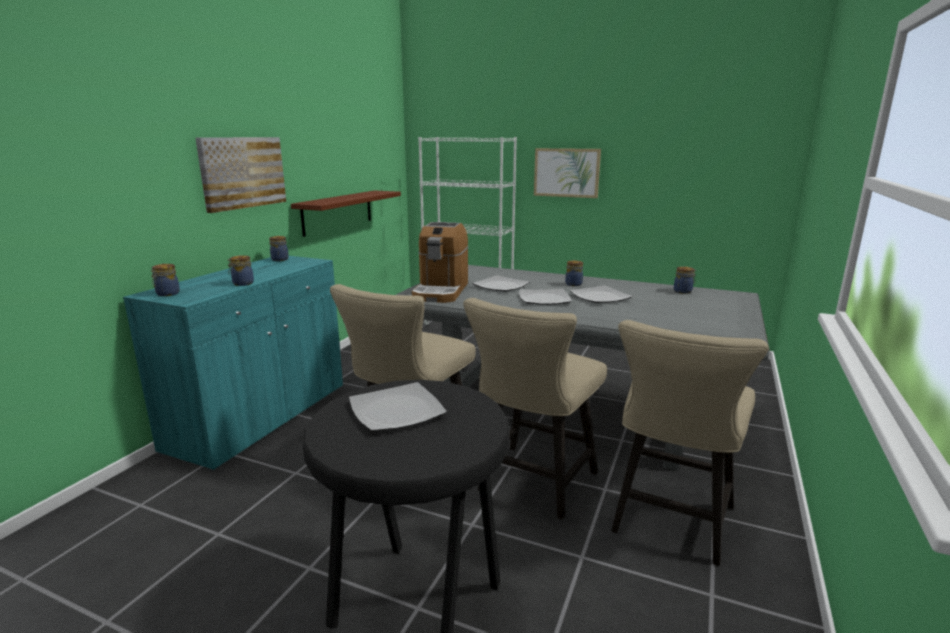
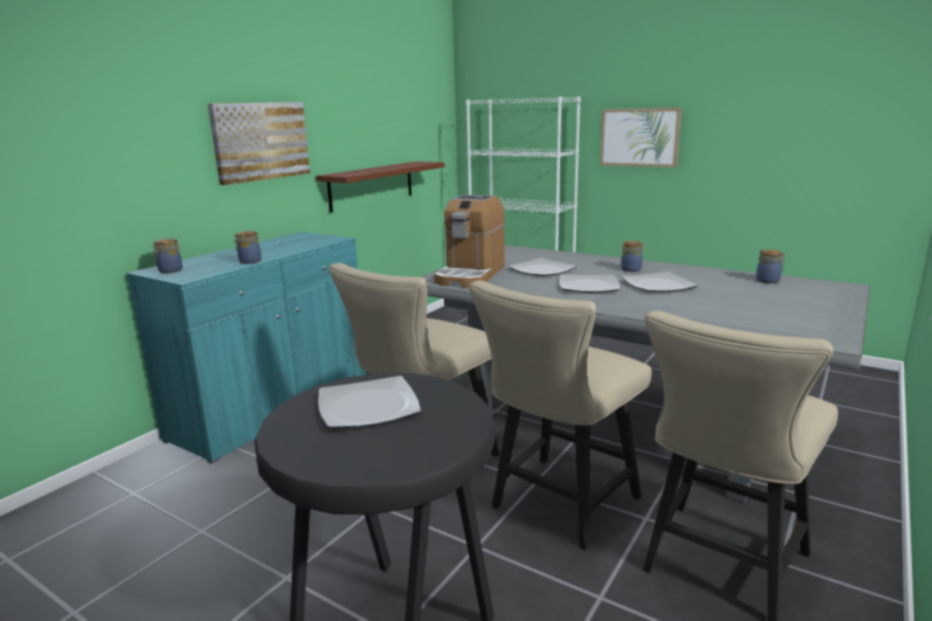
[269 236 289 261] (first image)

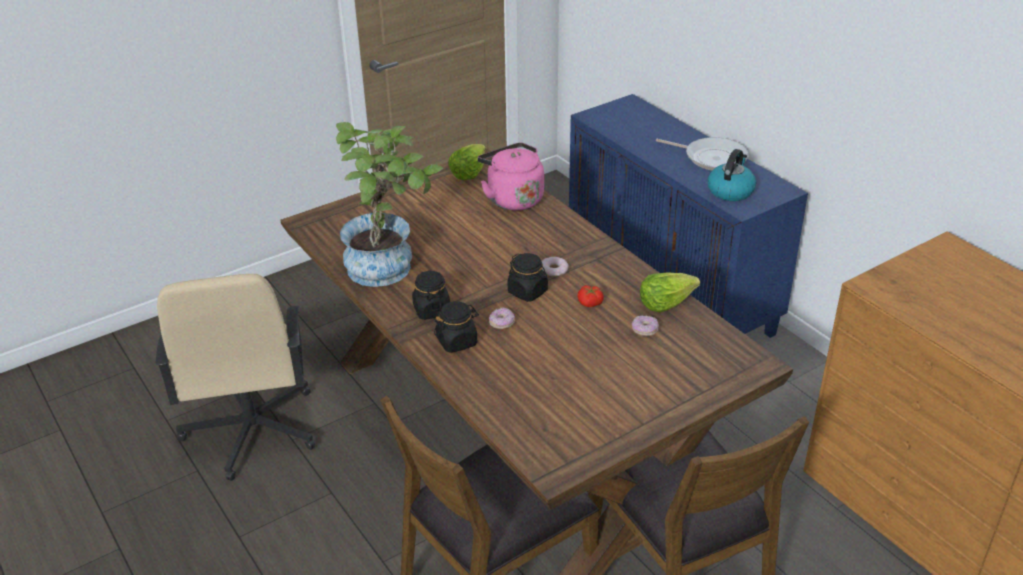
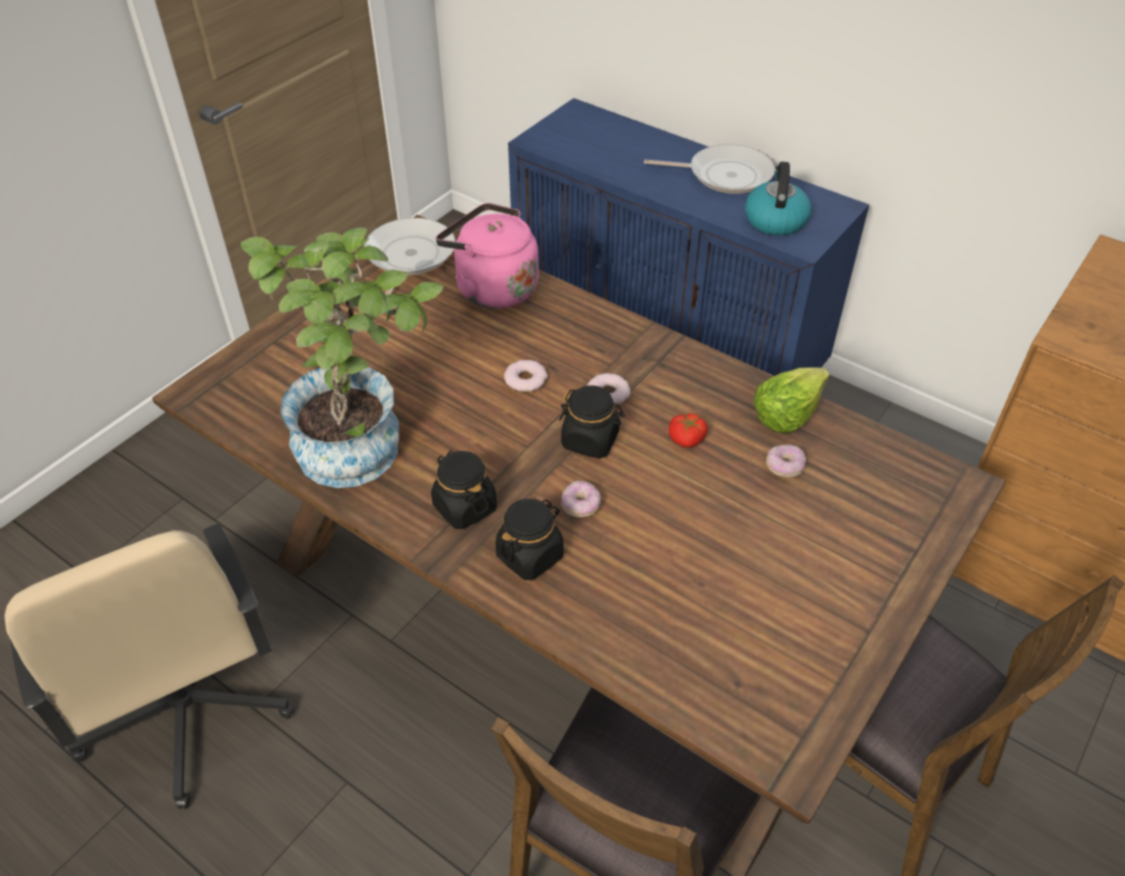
[364 218 456 295]
[504 360 548 392]

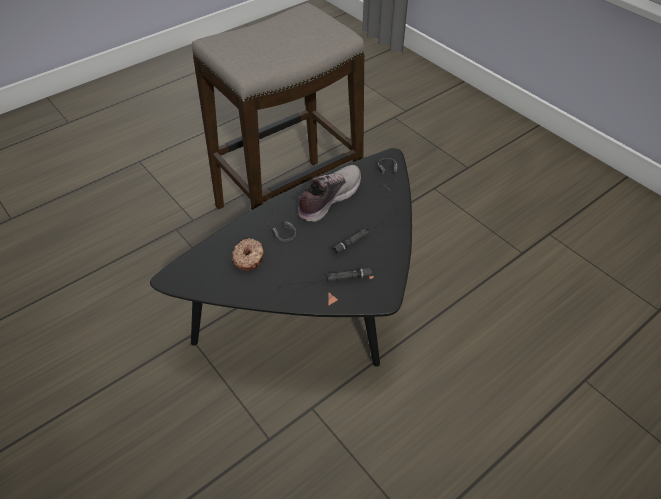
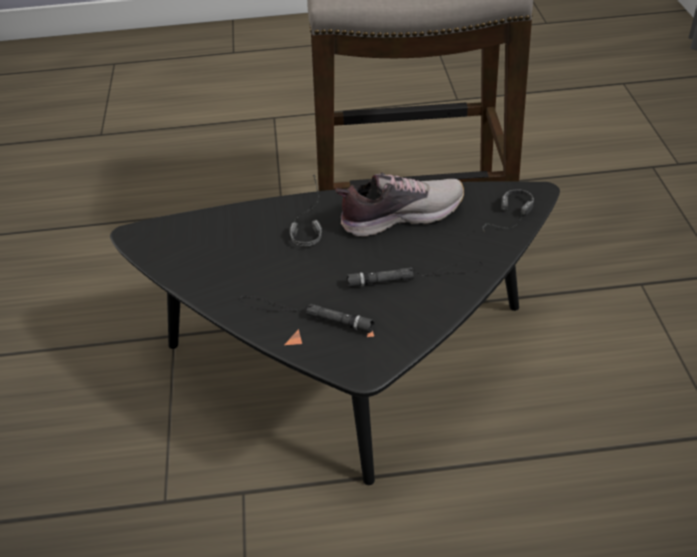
[232 238 264 271] (first image)

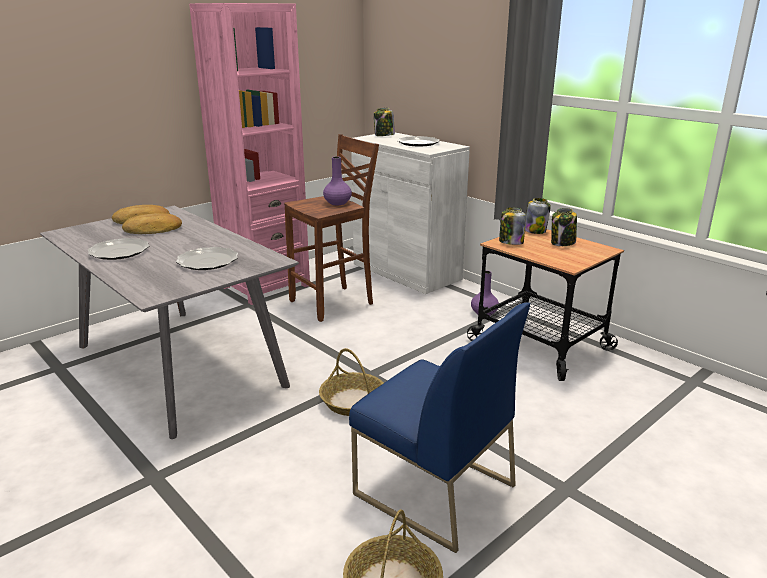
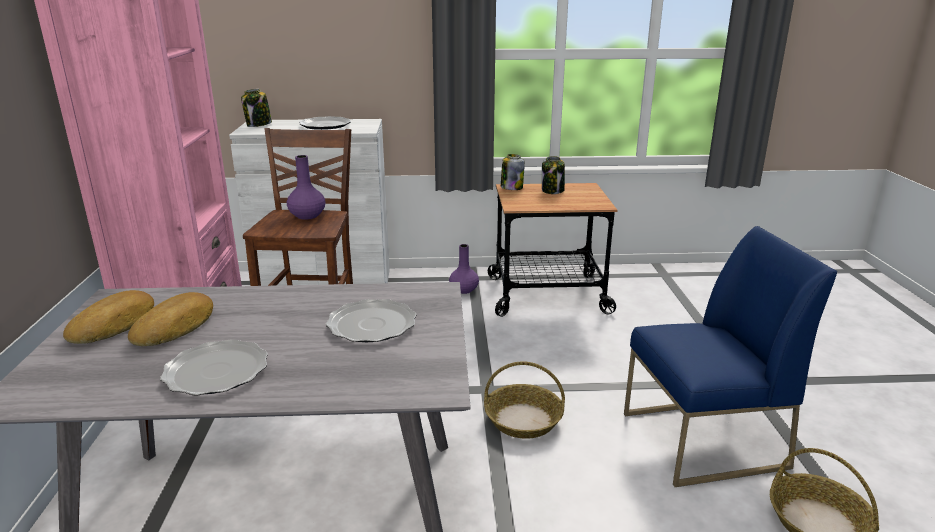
[499 207 526 245] (first image)

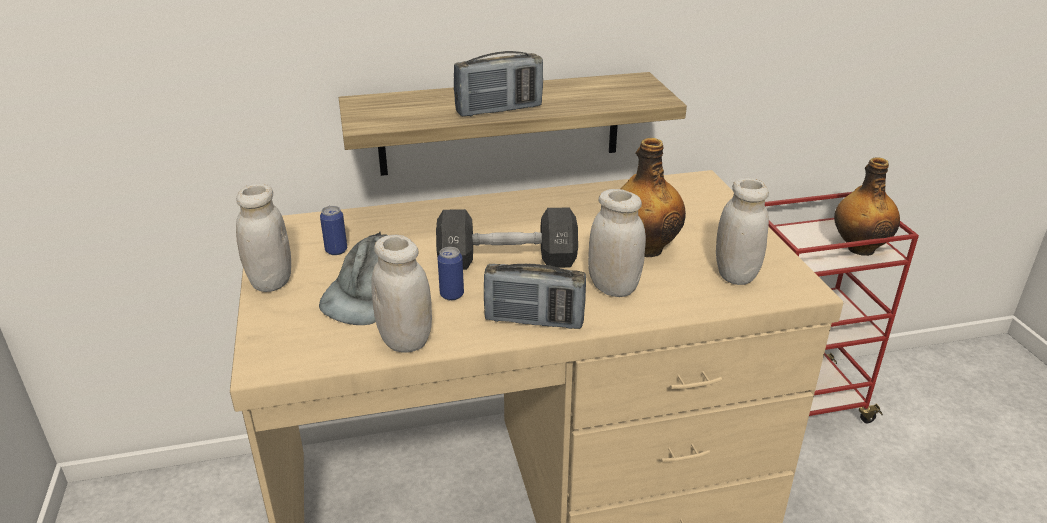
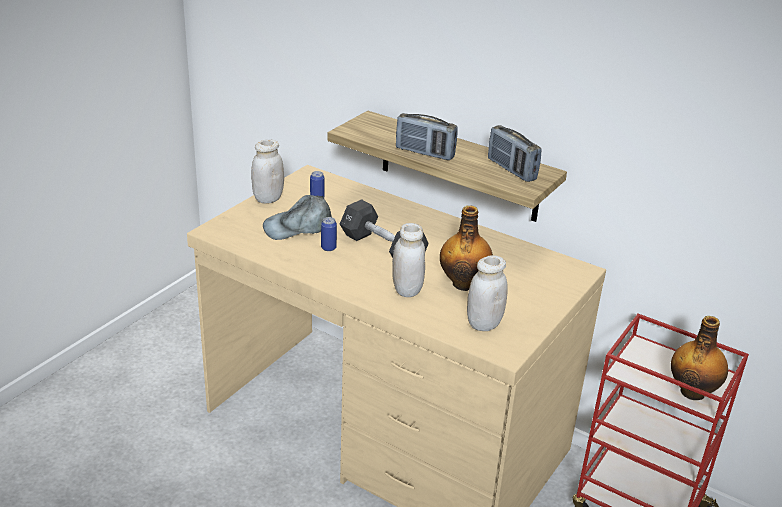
[371 235 432 353] (first image)
[488 125 542 182]

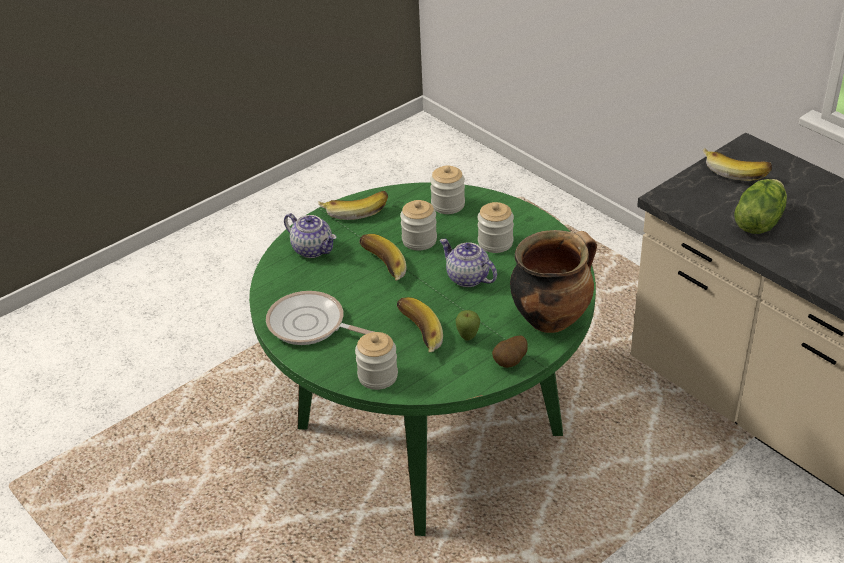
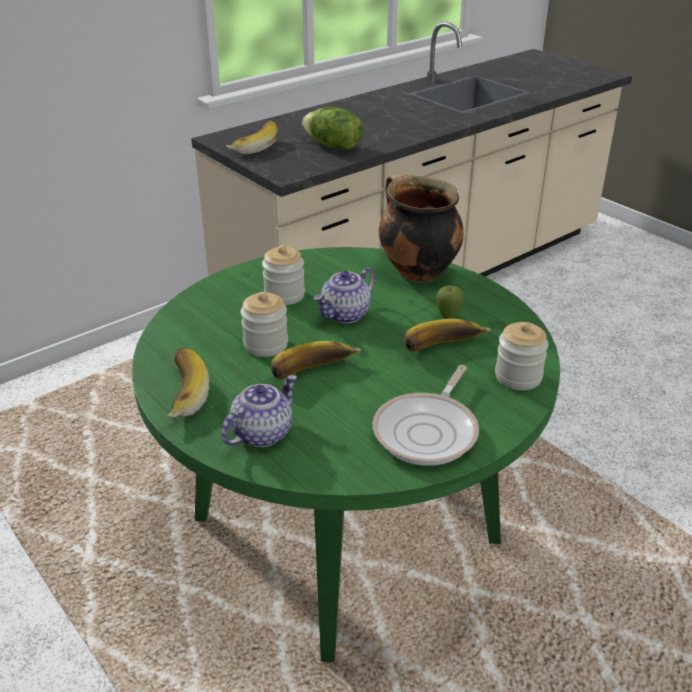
[430 166 465 214] (first image)
[492 335 528 368] (first image)

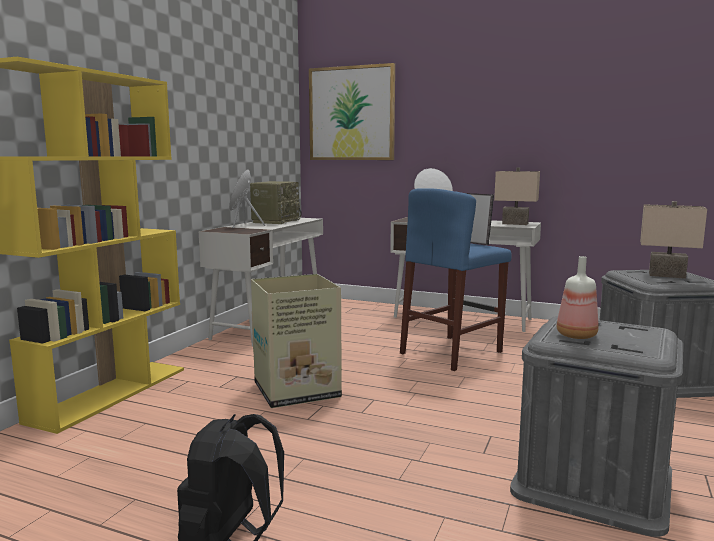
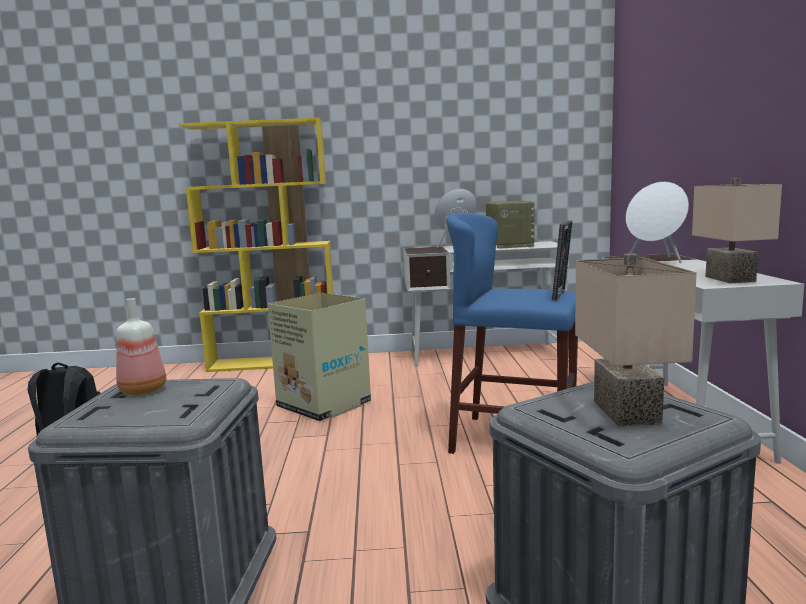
[486 201 535 249]
[309 63 395 160] (first image)

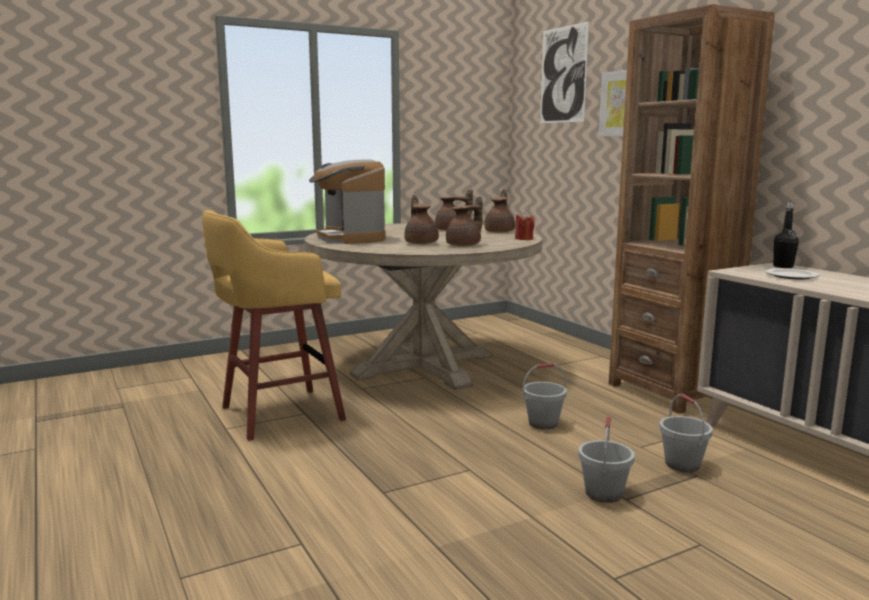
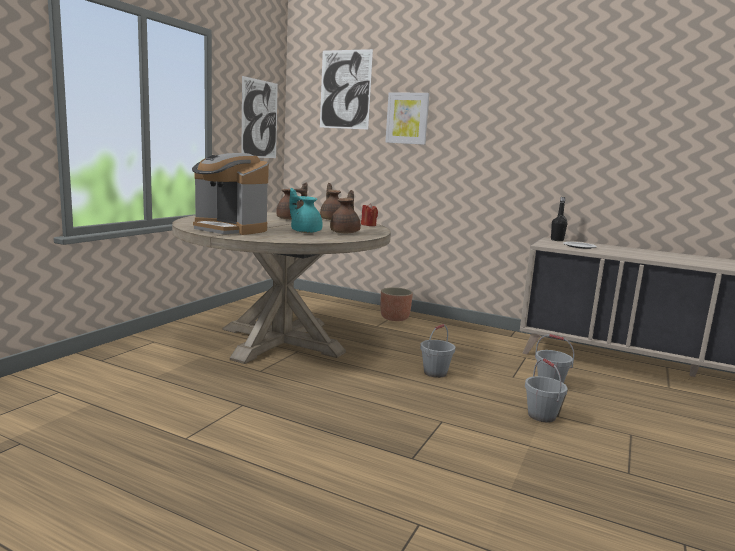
[202 210 346 441] (first image)
[289 188 323 233]
[609 4 775 414] (first image)
[241 76 278 158]
[380 287 413 321]

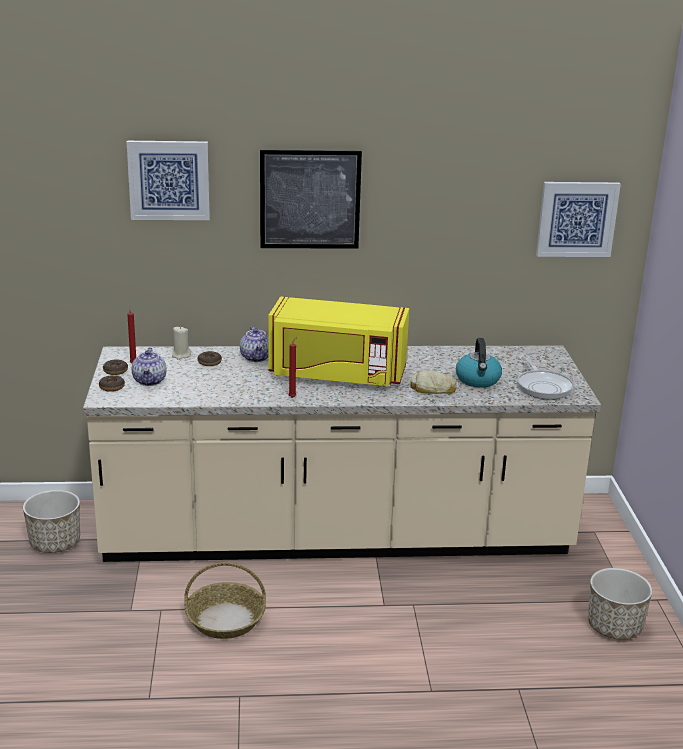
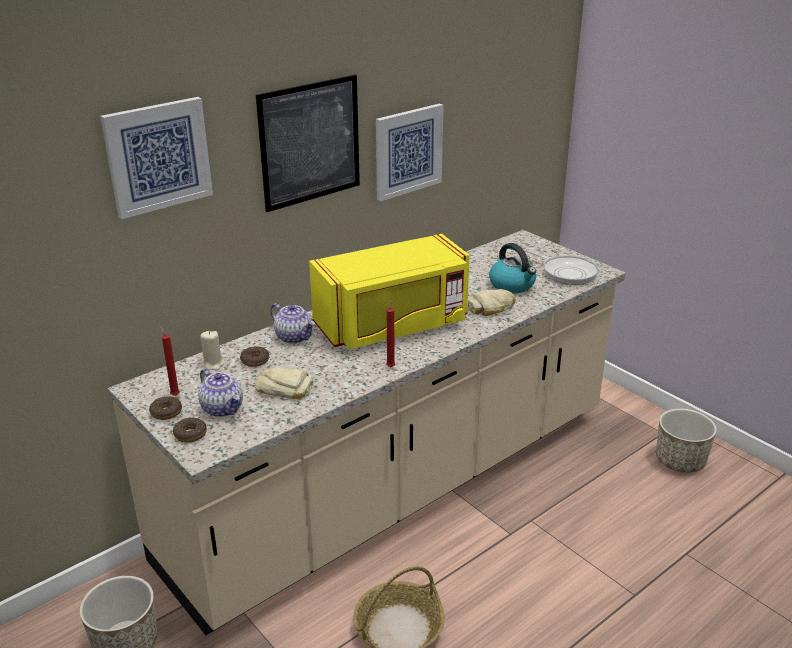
[376 104 444 201]
[255 367 313 399]

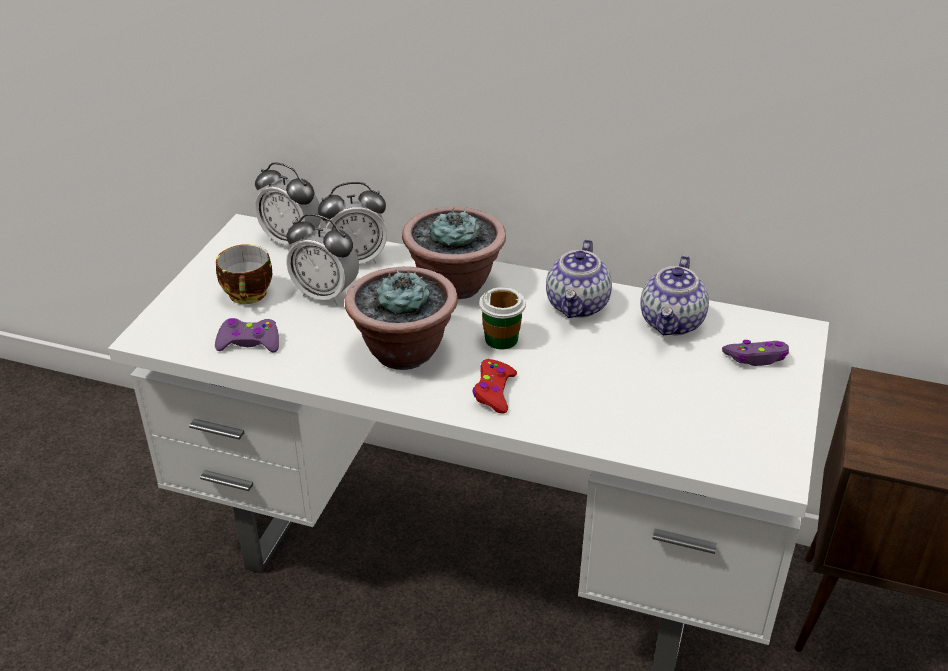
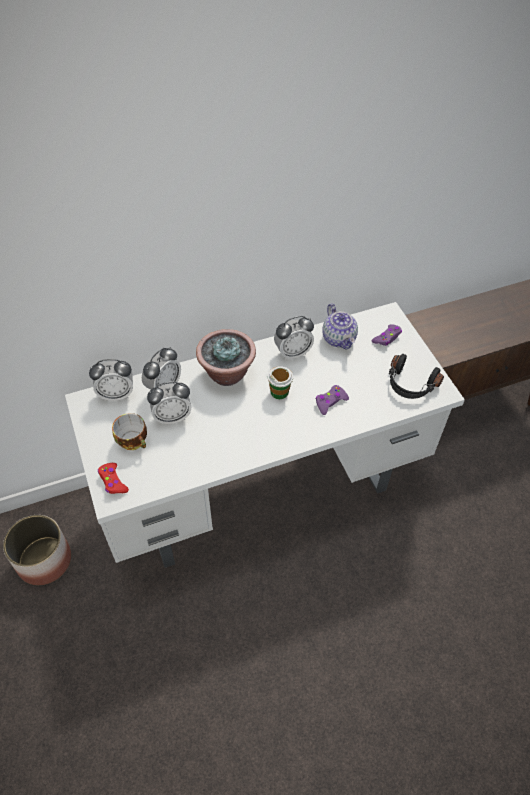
[316 385 349 415]
[345 266 458 370] (first image)
[98 463 129 494]
[274 316 314 360]
[3 515 71 585]
[389 354 444 399]

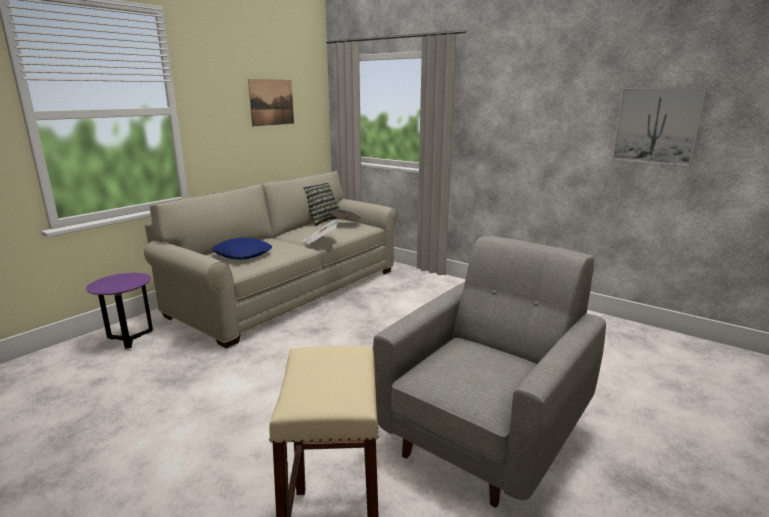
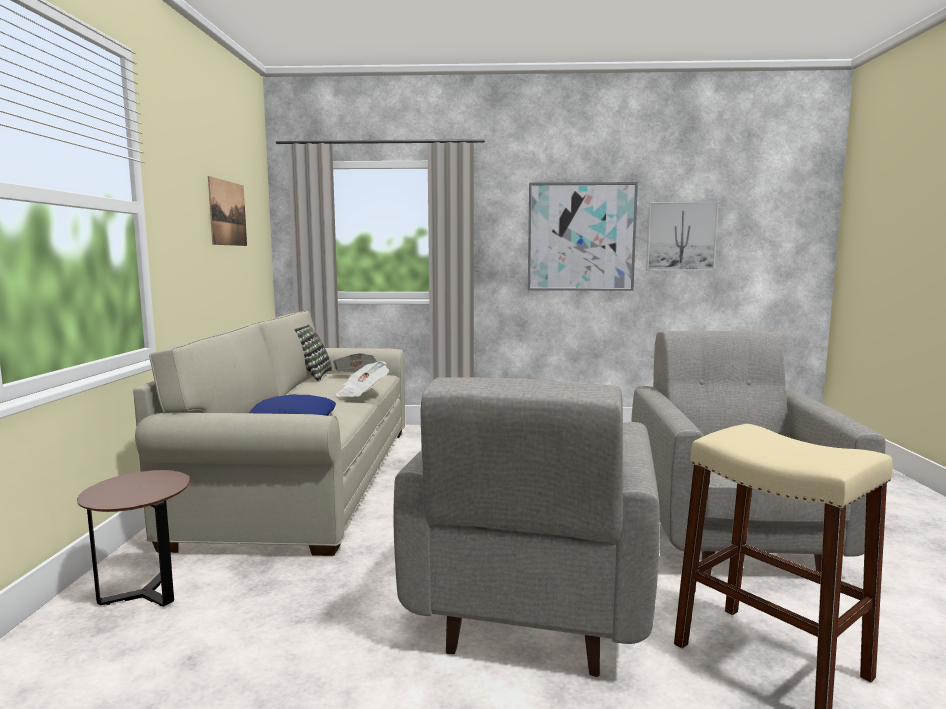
[77 470 190 607]
[393 377 660 677]
[528 182 638 291]

